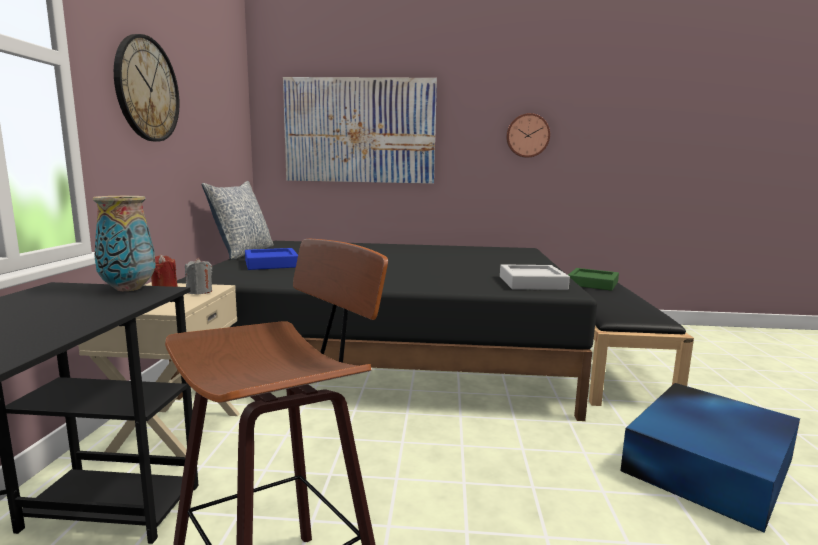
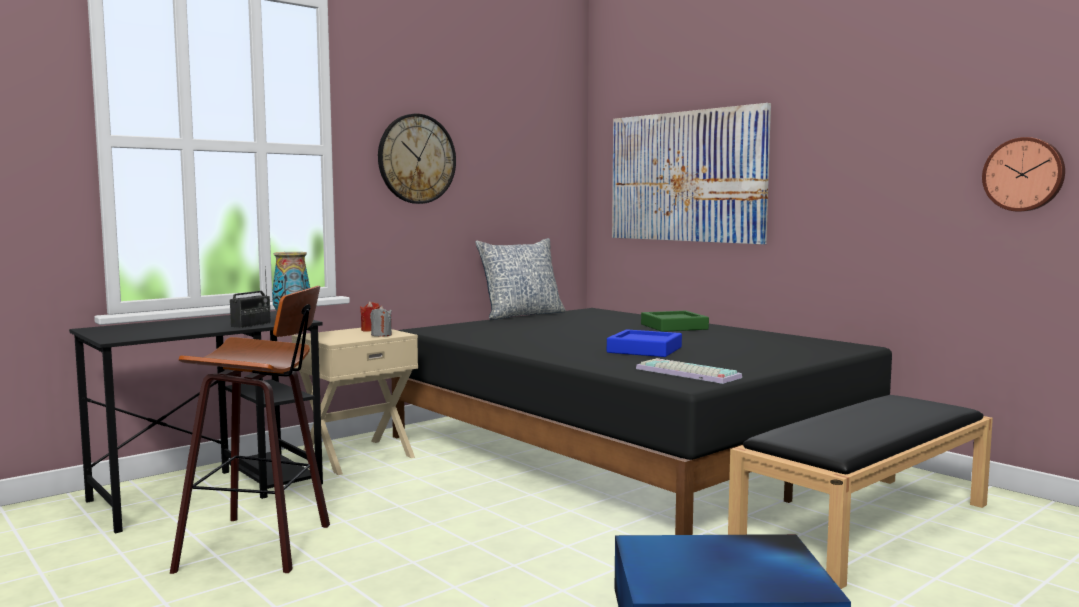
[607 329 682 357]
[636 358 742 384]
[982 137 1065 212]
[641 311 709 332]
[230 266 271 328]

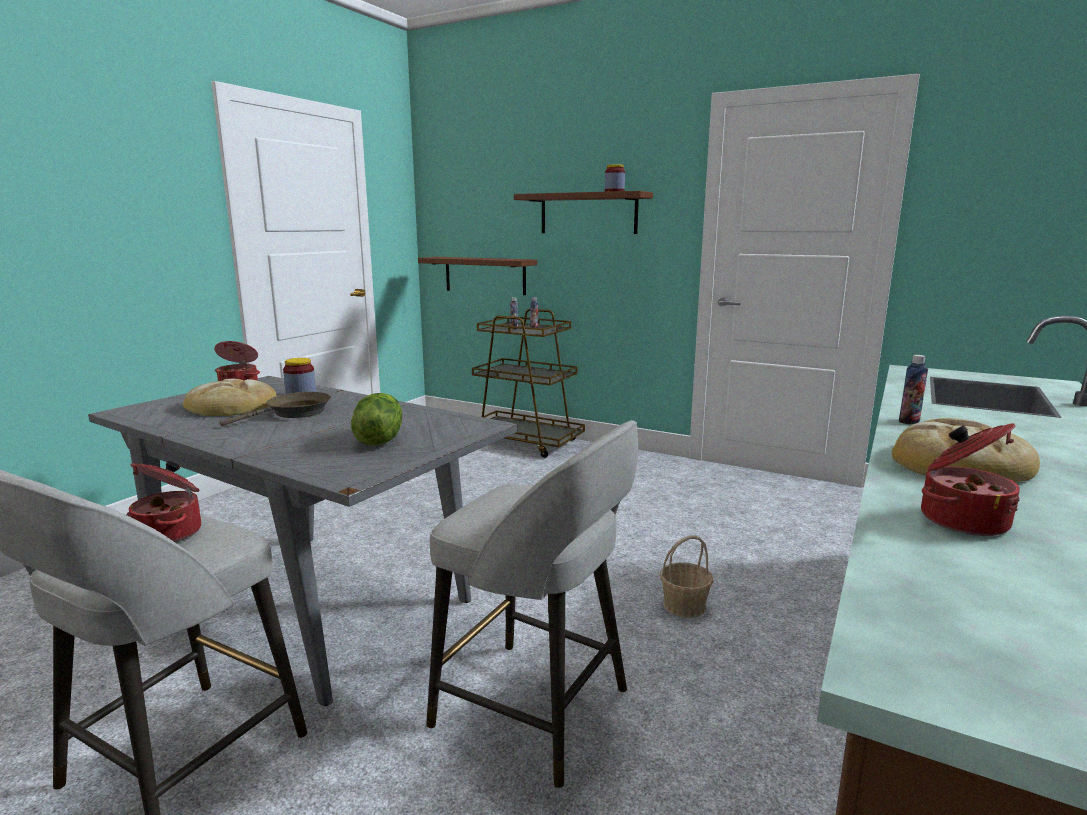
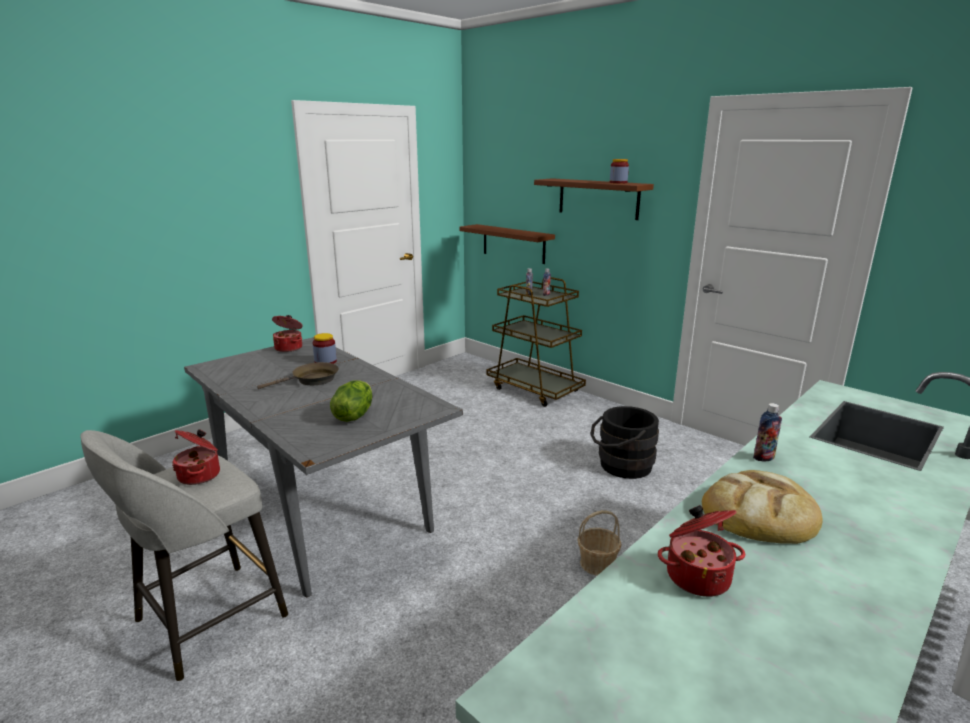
[183 379 277 416] (first image)
[426 420 638 788] (first image)
[590 406 659 479]

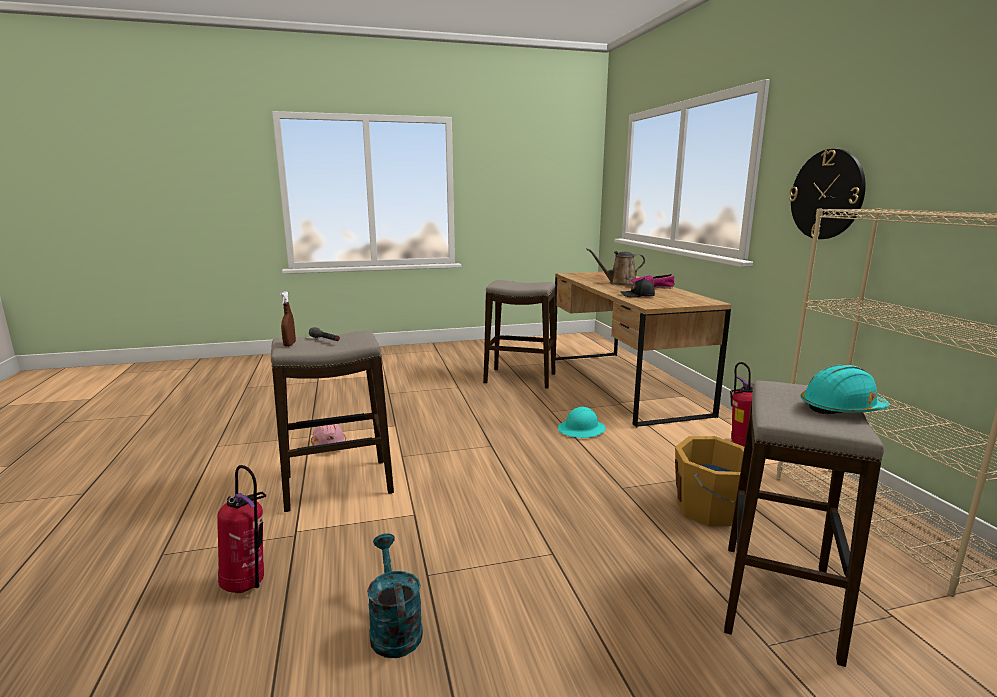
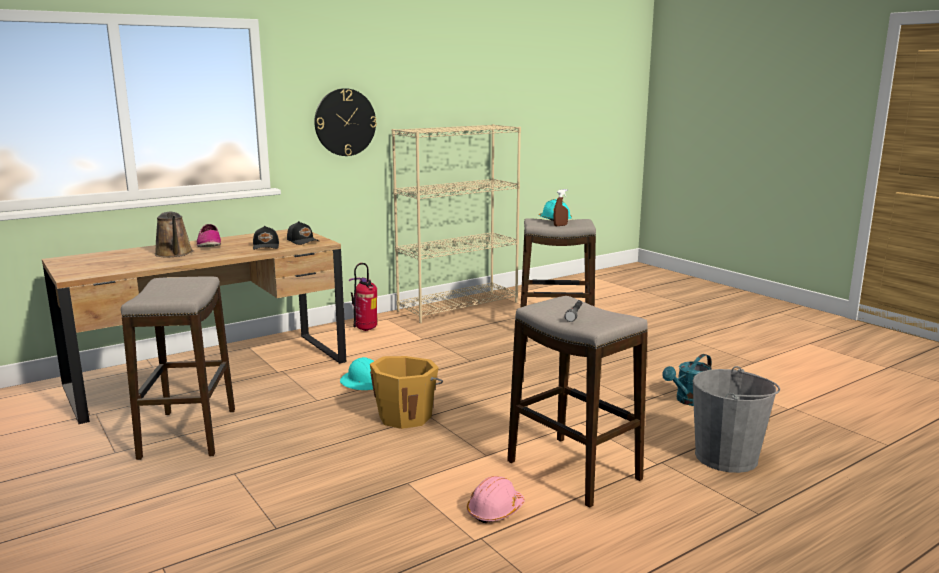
[693 366 780 473]
[554 189 568 226]
[370 356 443 429]
[287 221 319 245]

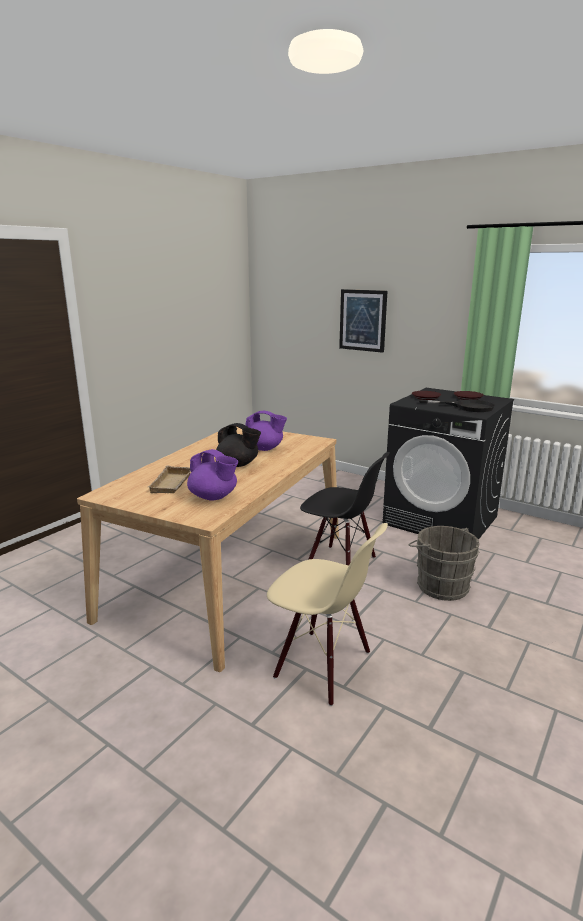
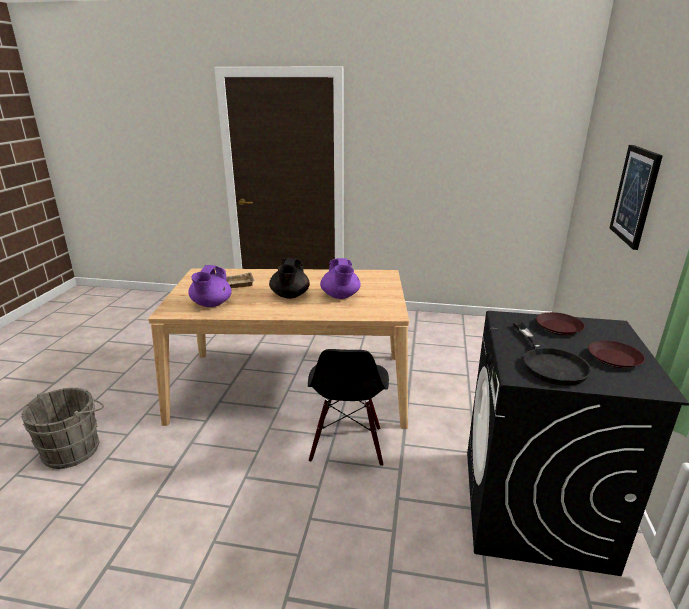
[267 523 388 706] (first image)
[21 388 104 469]

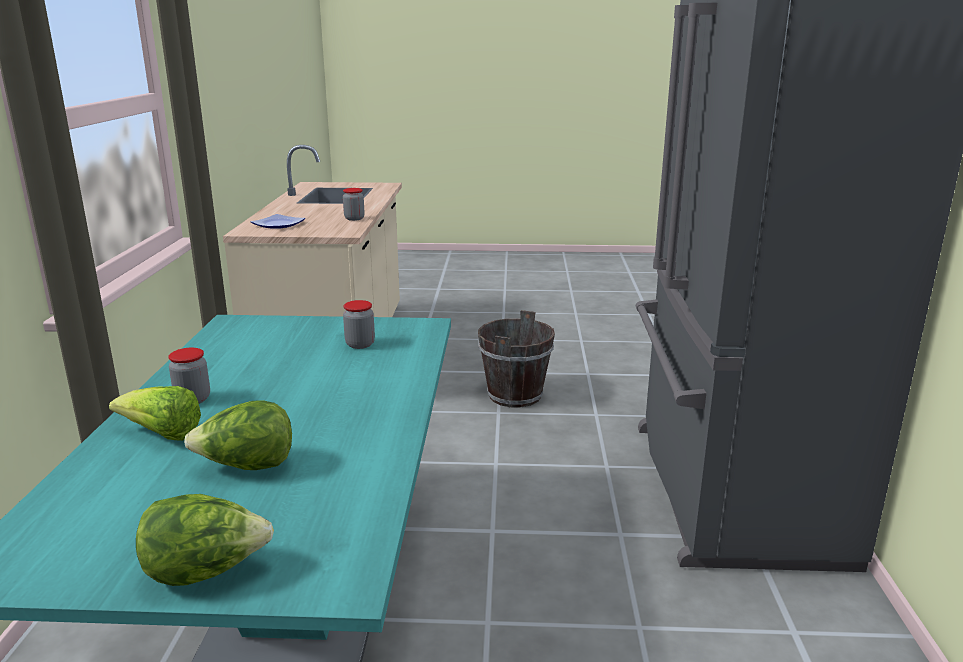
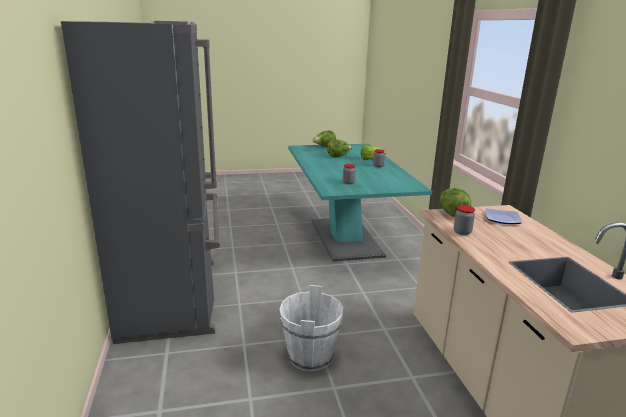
[279 285 343 371]
[440 188 471 217]

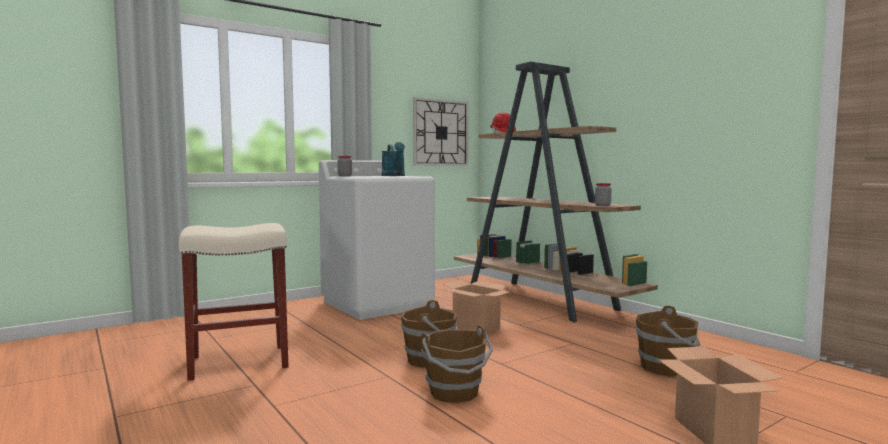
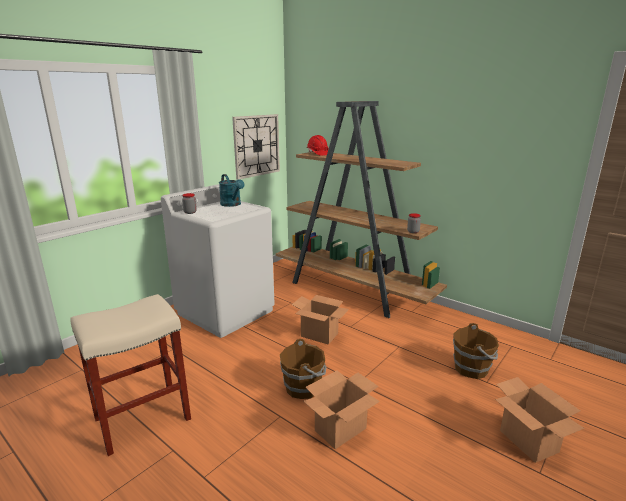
[303 370 380 449]

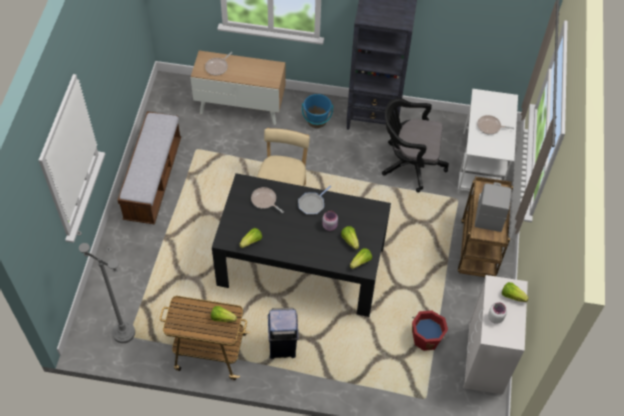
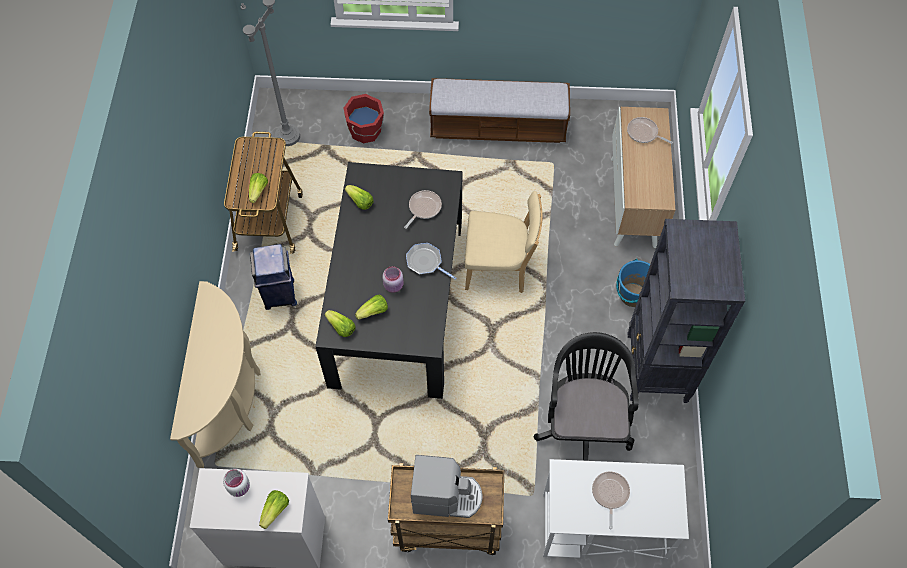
[343 94 384 143]
[170 281 261 468]

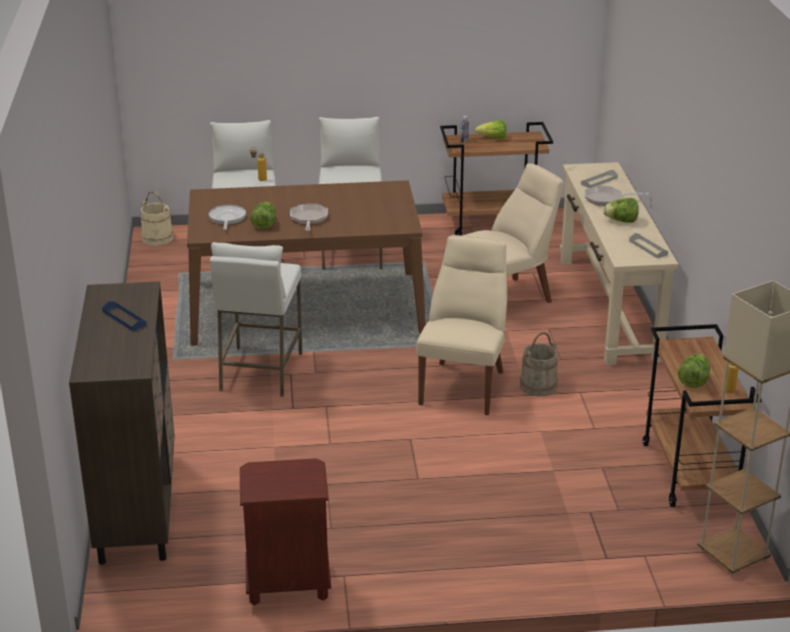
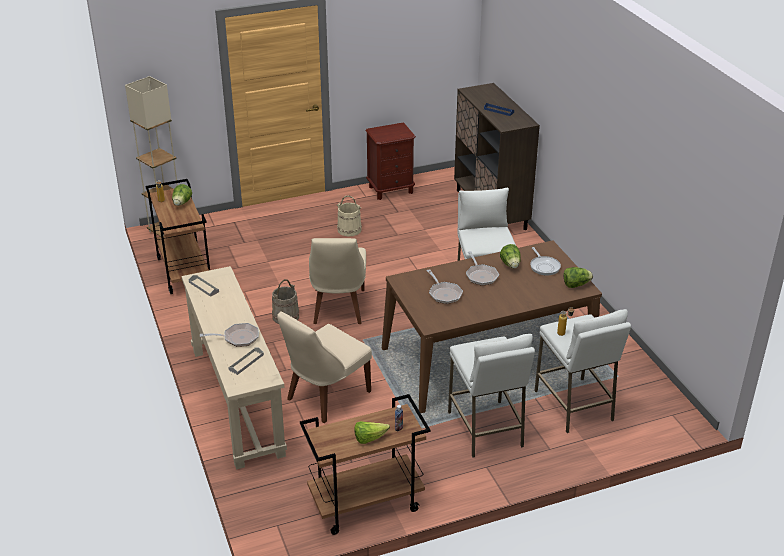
[336 195 362 236]
[564 267 593 288]
[427 269 463 304]

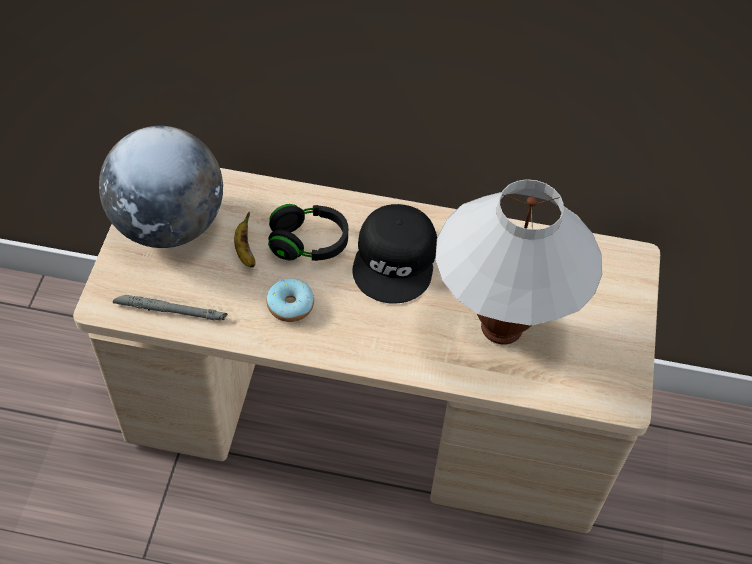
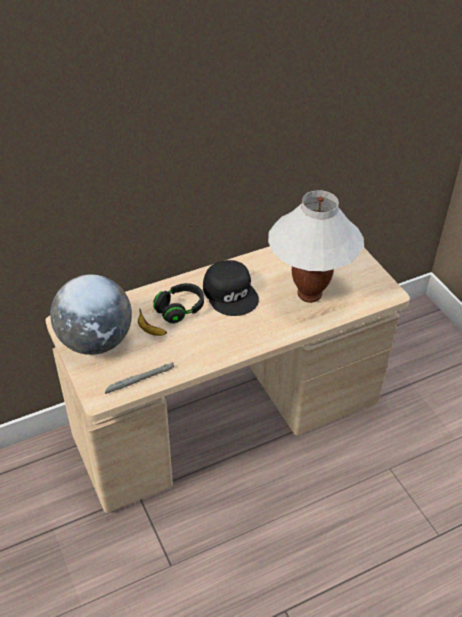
[267 279 314 322] (first image)

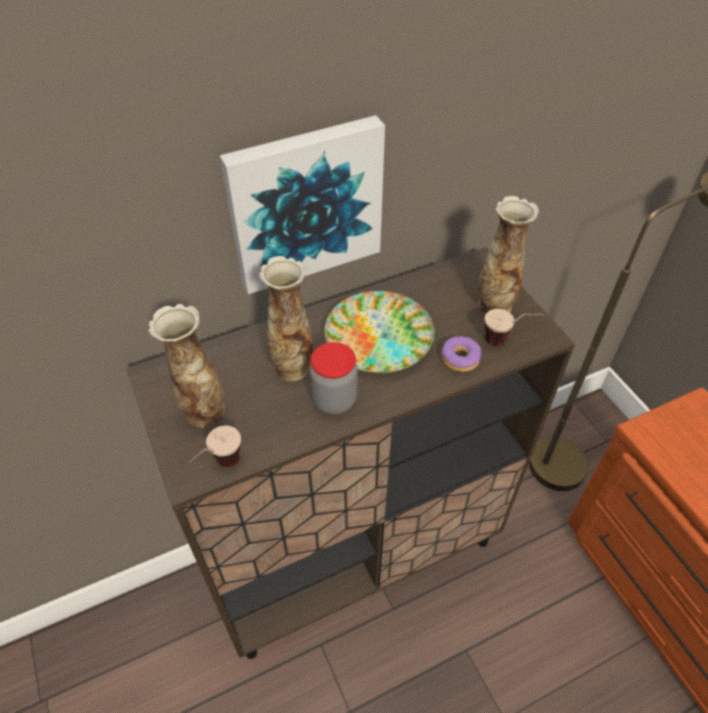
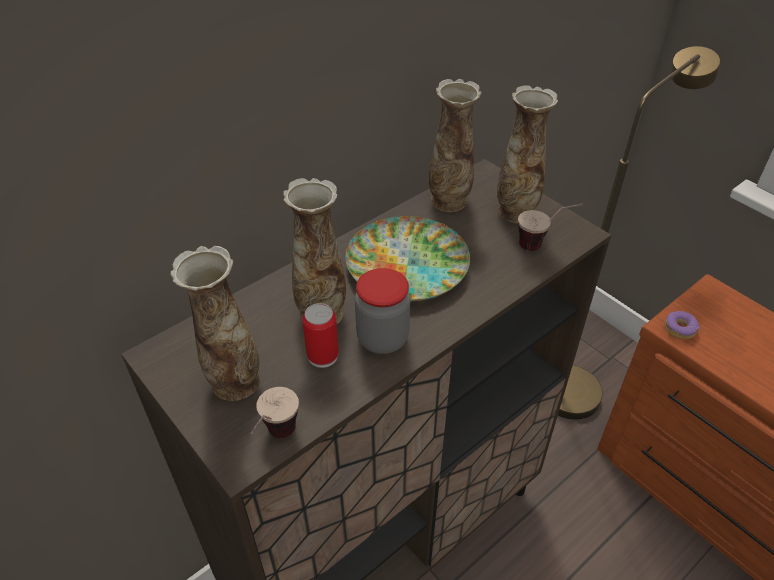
[220 115 385 294] (first image)
[665 311 699 339]
[302 303 339 368]
[429 79 482 212]

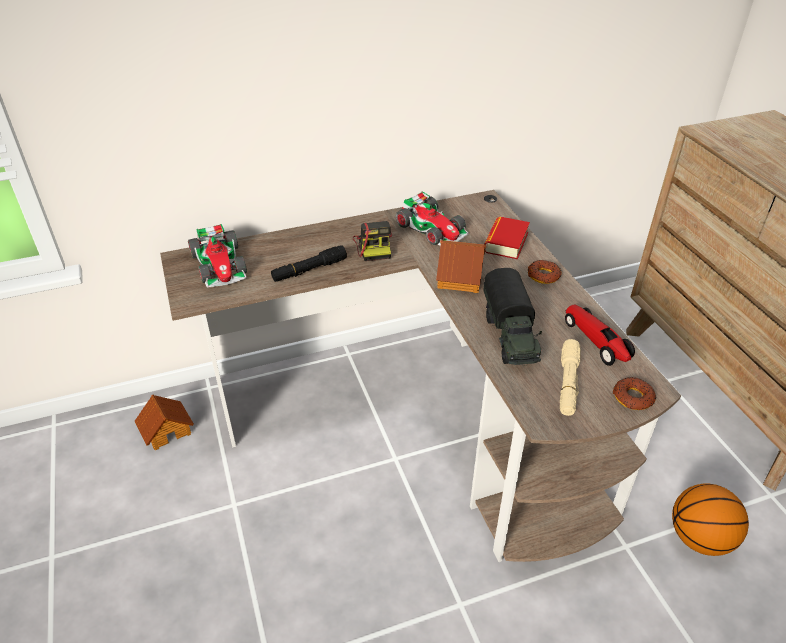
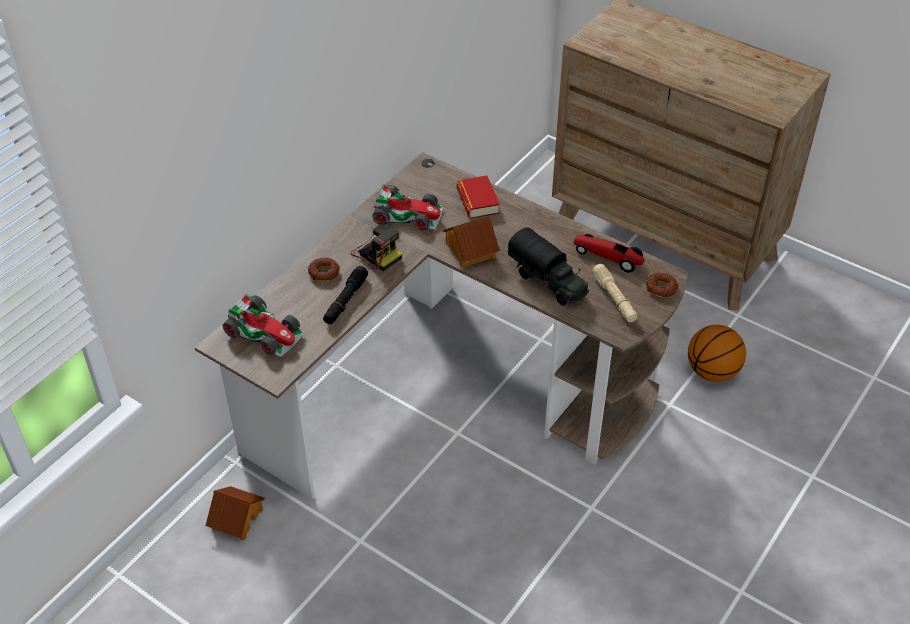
[308 258 340 282]

